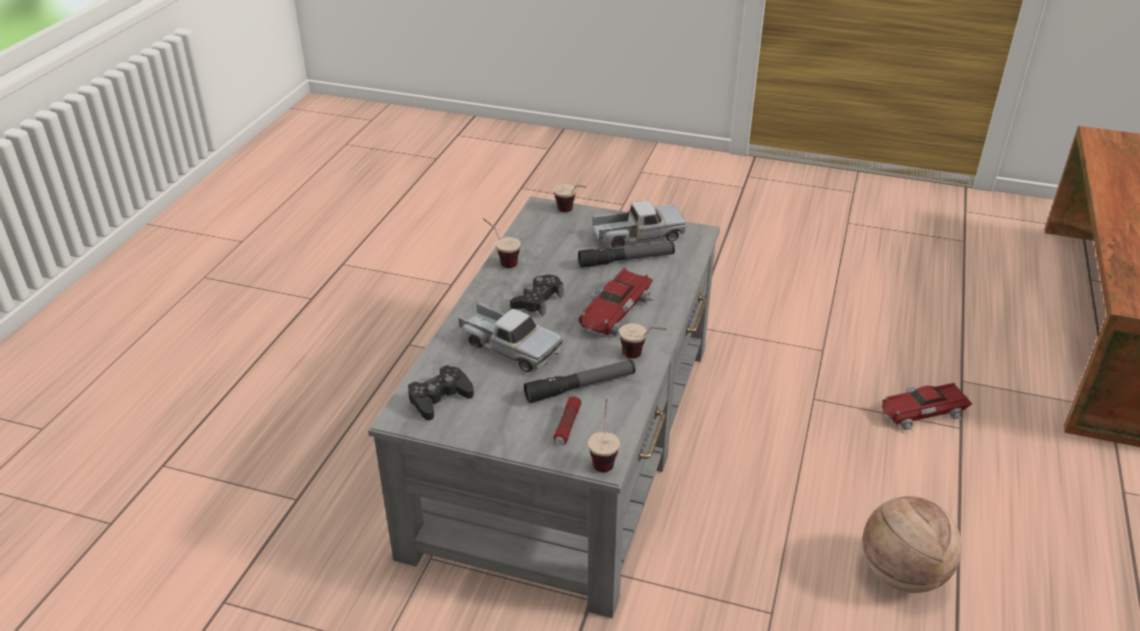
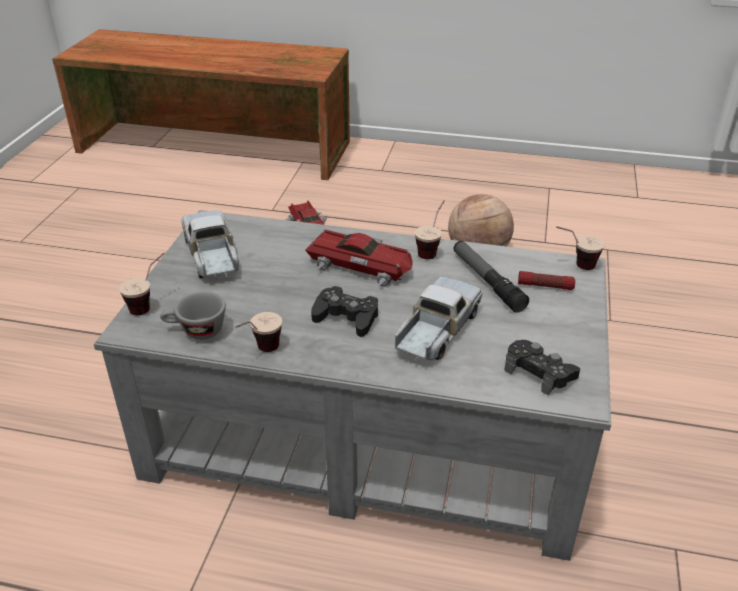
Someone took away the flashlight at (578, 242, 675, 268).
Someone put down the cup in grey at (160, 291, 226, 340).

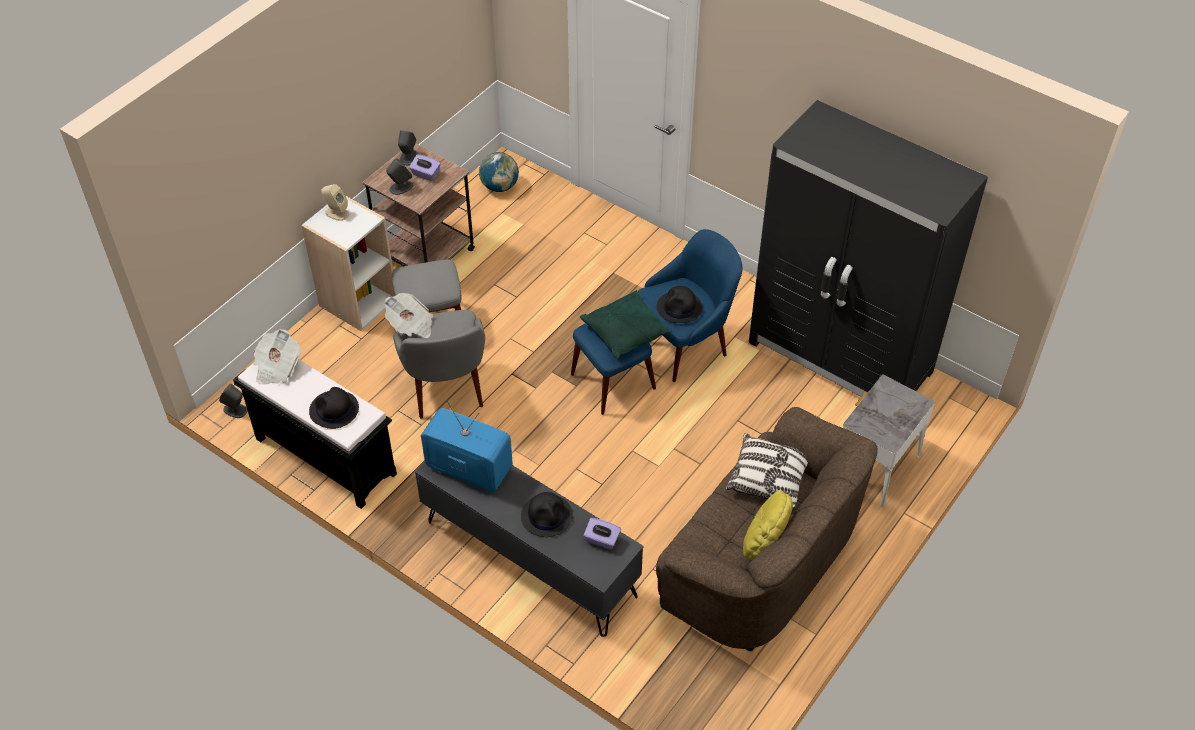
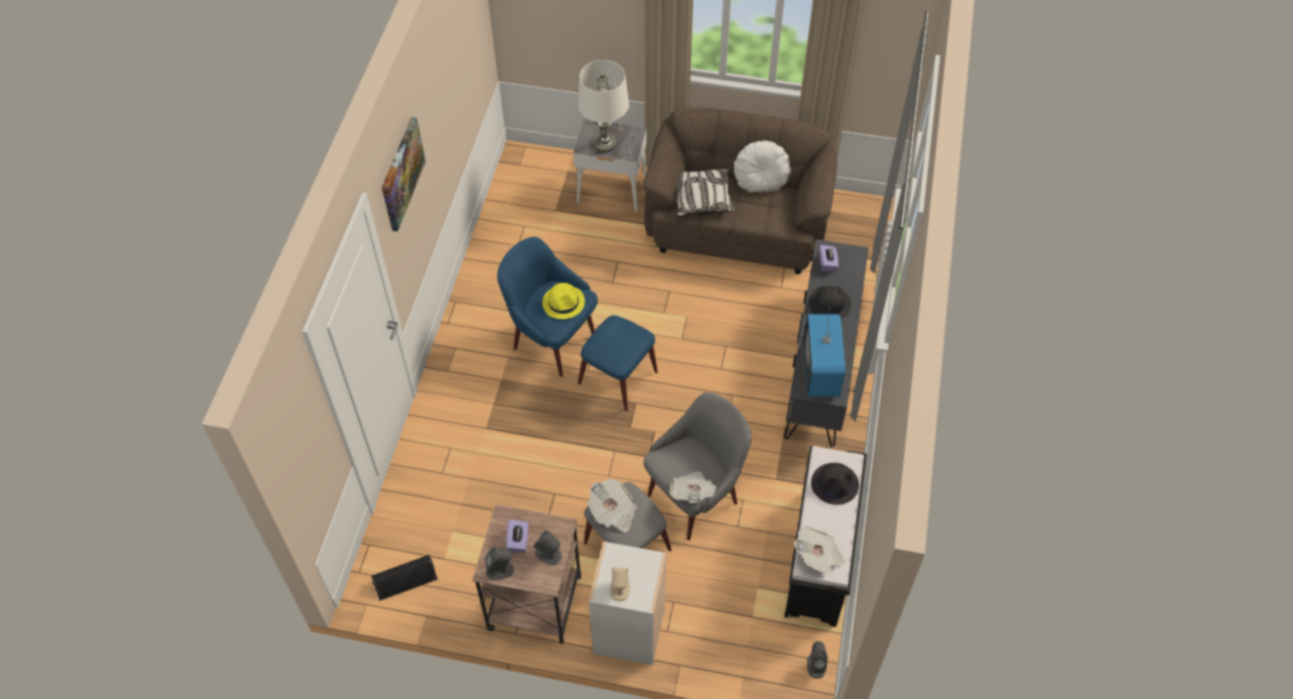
Someone took away the cabinet in black at (749, 100, 988, 396).
Someone swapped the globe at (479, 152, 519, 192) for the speaker in black at (371, 555, 438, 601).
Someone repainted the hat in black at (657, 286, 702, 323), which became the hat in yellow at (542, 283, 585, 319).
Someone took away the pillow in green at (580, 290, 672, 359).
Someone repainted the pillow in yellow at (743, 490, 793, 560), which became the pillow in white at (734, 141, 791, 193).
Someone put down the table lamp in white at (578, 60, 629, 153).
Someone put up the picture at (382, 117, 426, 232).
Someone put down the newspaper at (588, 479, 638, 532).

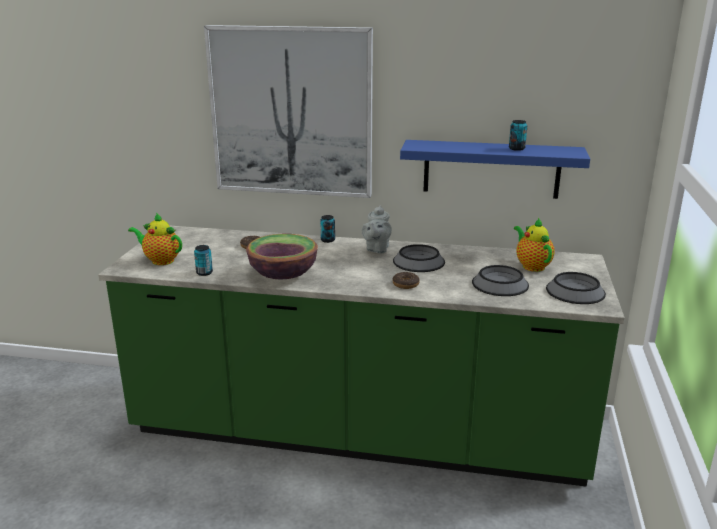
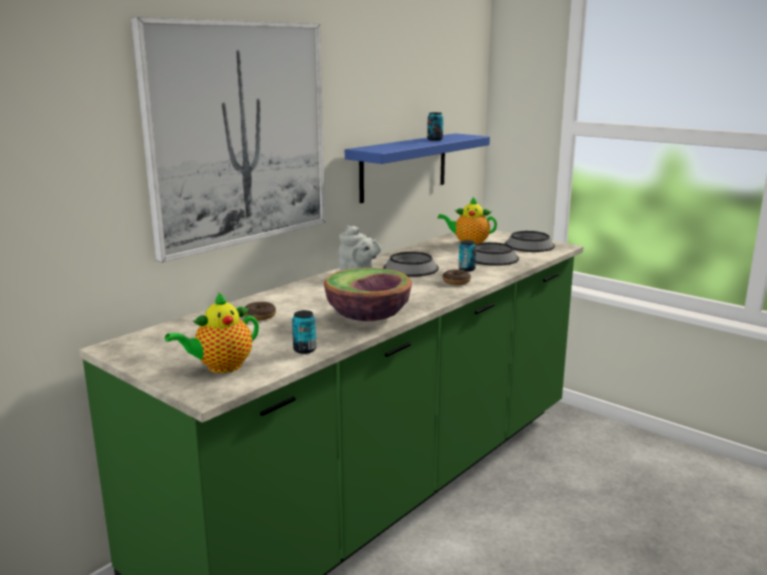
Someone carried the can from (320, 215, 335, 243) to (459, 240, 476, 272).

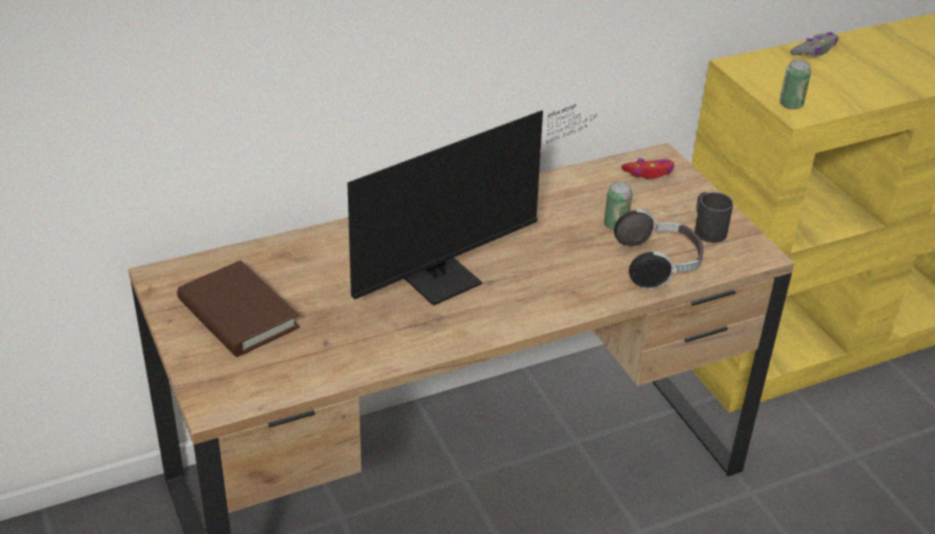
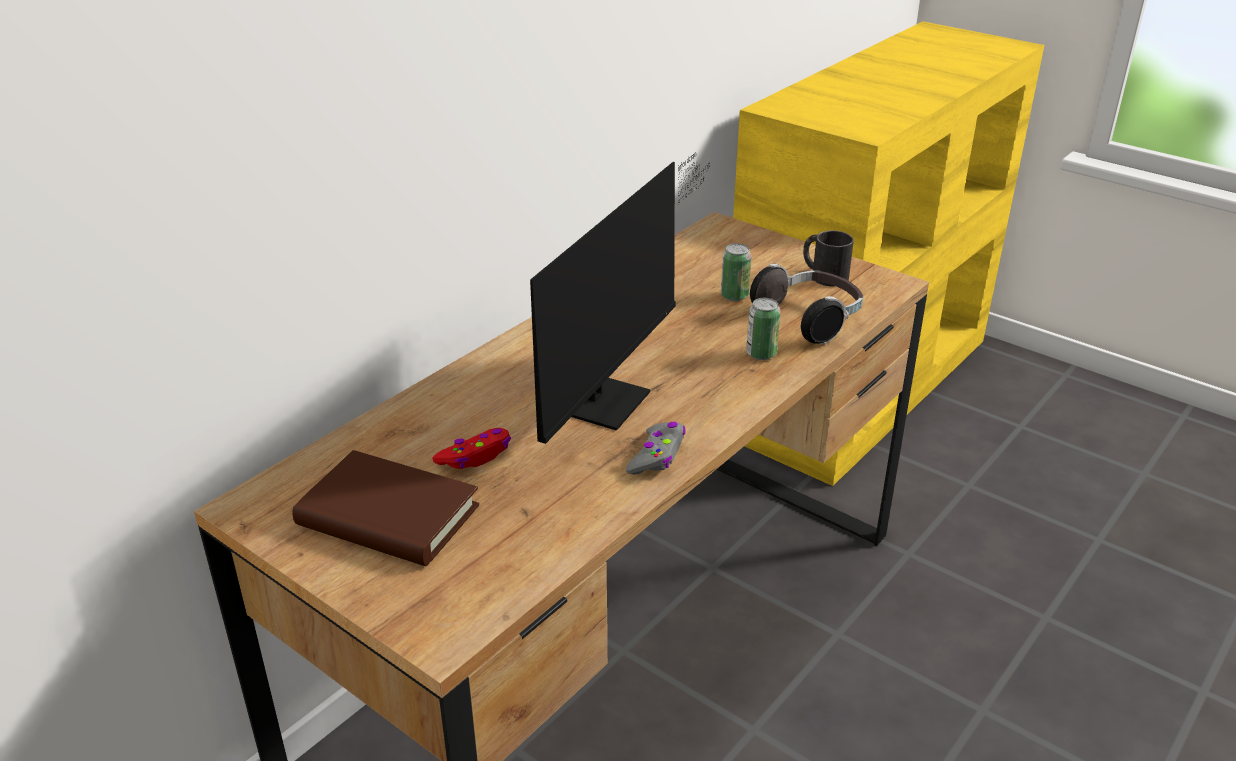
Someone carried the game controller in grey from (790, 32, 838, 56) to (626, 422, 685, 475).
Someone carried the can from (780, 60, 811, 109) to (746, 298, 781, 360).
Someone carried the game controller in red from (621, 158, 674, 179) to (432, 428, 511, 469).

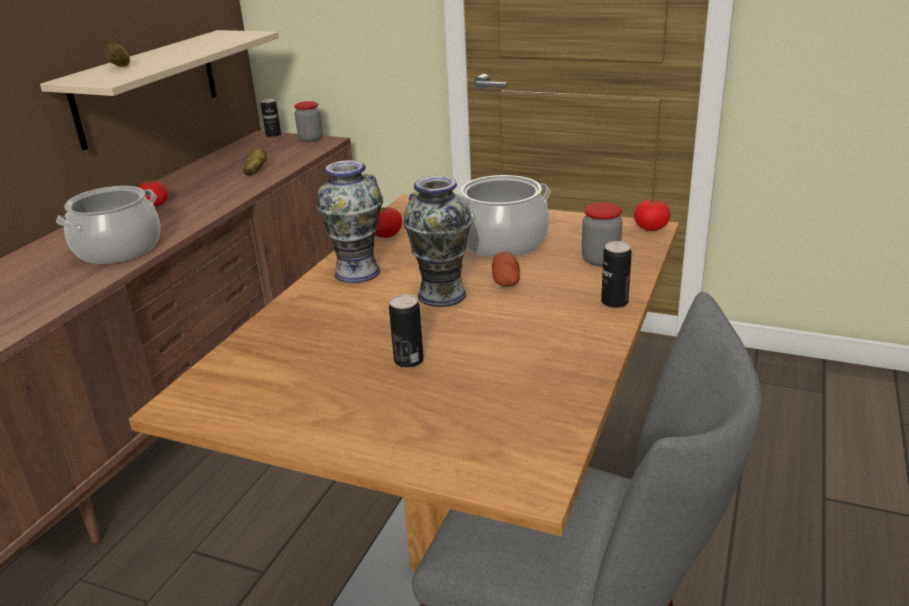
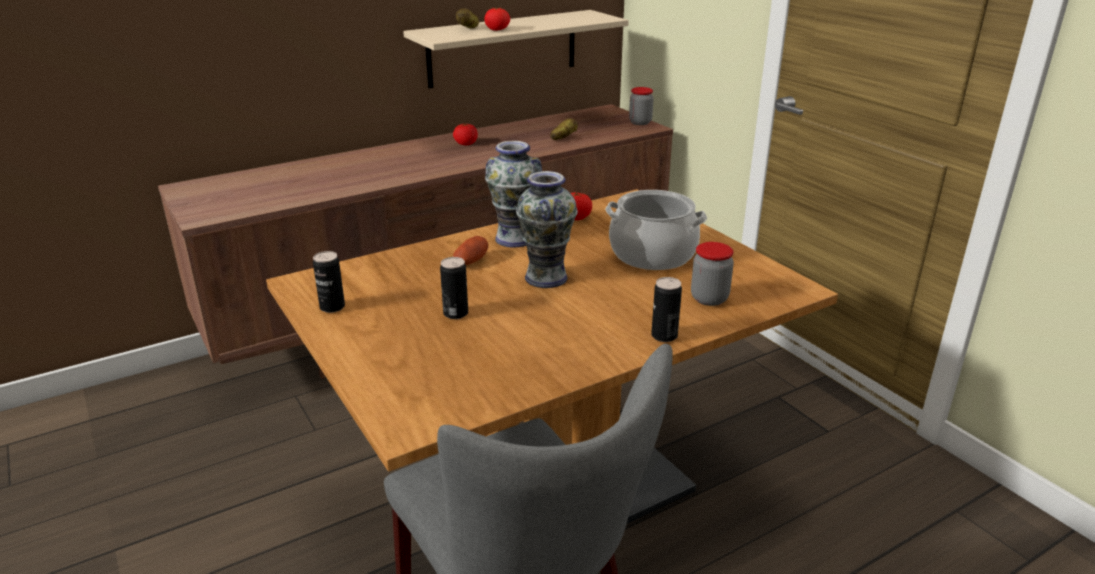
Someone carried the can from (261, 99, 281, 138) to (313, 251, 345, 313).
Someone took away the cooking pot at (56, 186, 160, 264).
Someone carried the tomato from (634, 199, 670, 231) to (484, 7, 510, 31).
Someone carried the potato from (492, 252, 520, 287) to (453, 236, 488, 265).

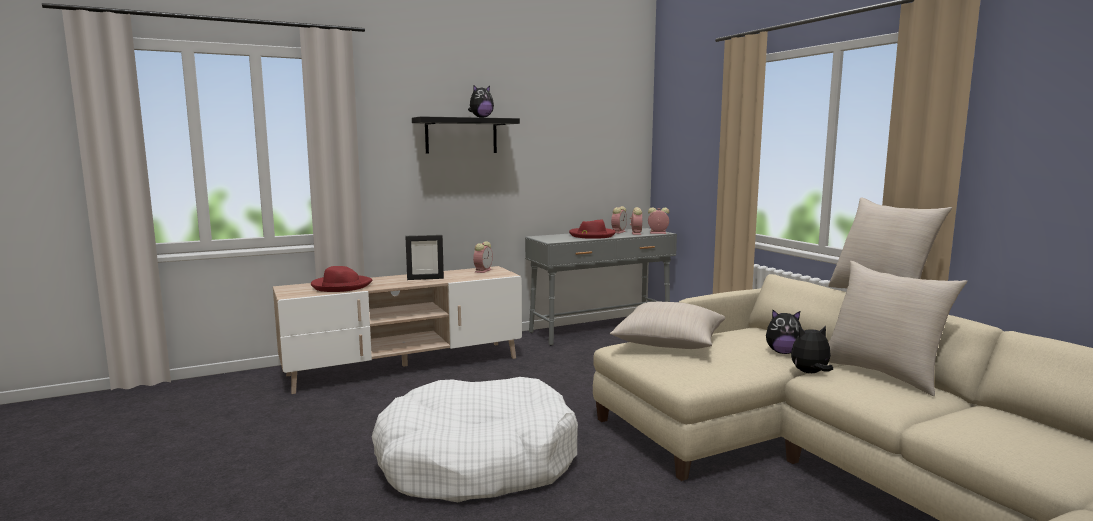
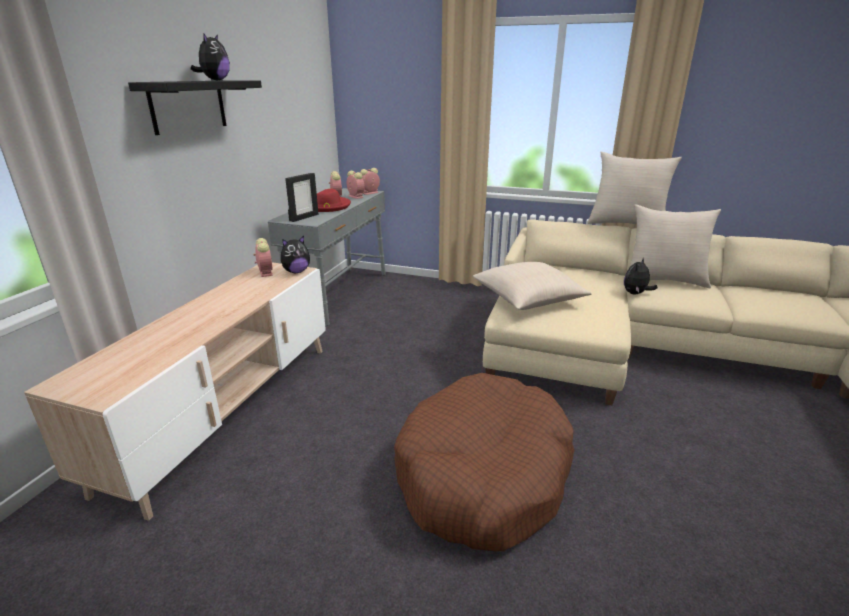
Someone carried the picture frame from (405, 235, 444, 280) to (285, 173, 319, 222).
Someone took away the hat in red at (311, 266, 372, 292).
Someone carried the plush toy from (766, 310, 802, 354) to (281, 236, 310, 273).
Someone repainted the dog bed in white at (372, 377, 578, 502), which became the dog bed in brown at (394, 373, 574, 551).

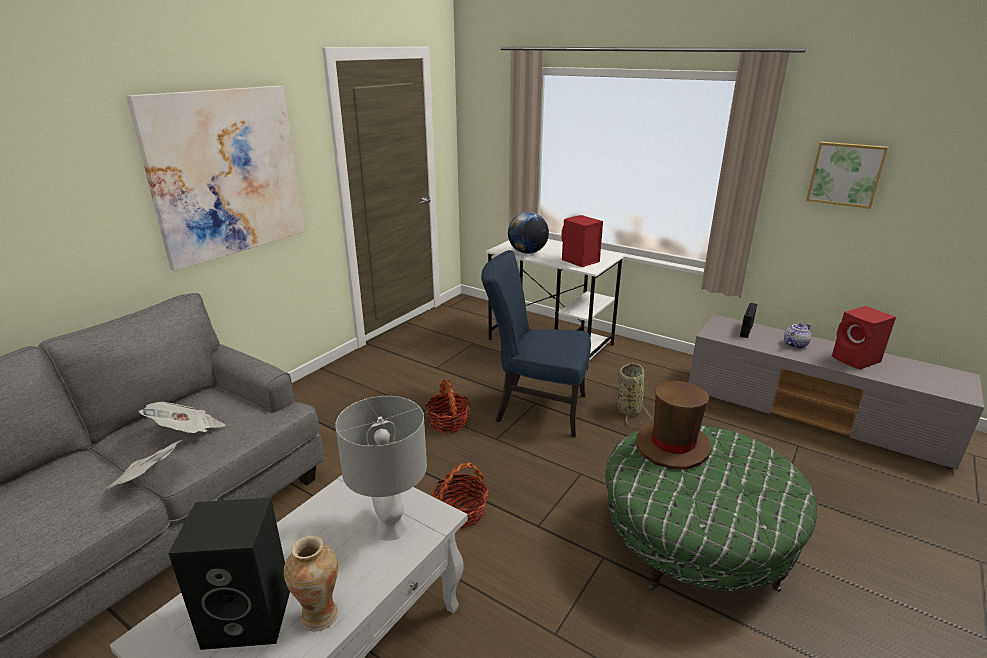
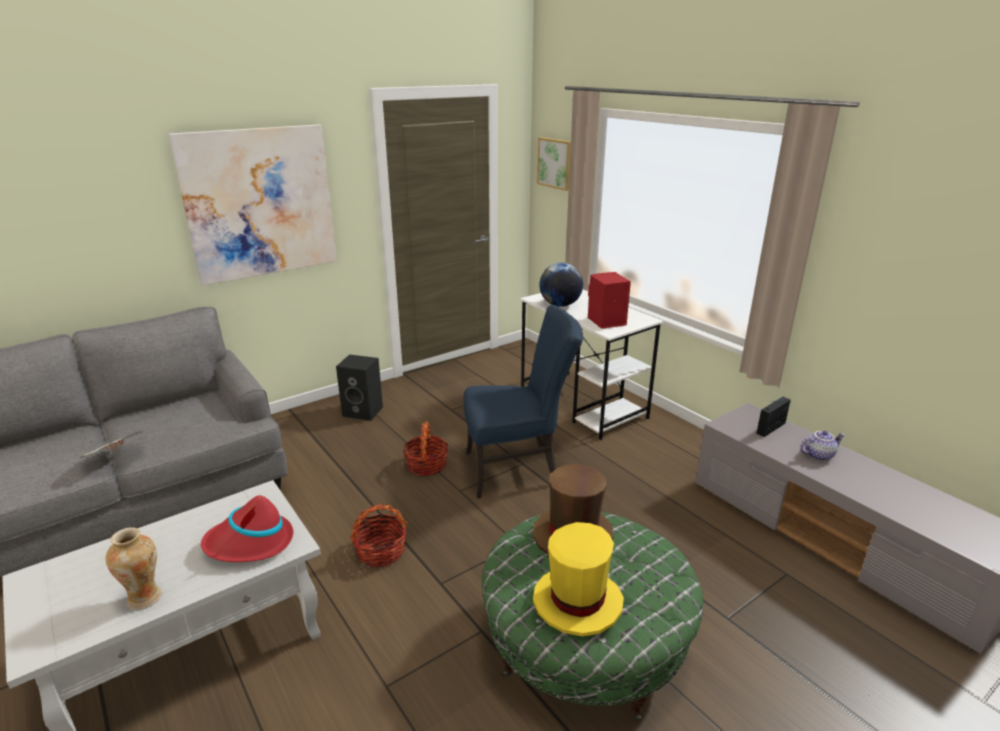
Someone carried the picture from (806, 142, 888, 209) to (537, 137, 571, 191).
Someone rotated the chair in blue at (481, 250, 591, 437) by 135 degrees clockwise.
Someone took away the speaker in red at (832, 306, 896, 370).
Someone took away the basket at (617, 363, 652, 425).
Someone swapped the table lamp in grey at (335, 396, 427, 540) for the hat in red at (201, 495, 294, 562).
Someone took away the newspaper at (139, 402, 226, 433).
Someone carried the speaker in black from (168, 498, 290, 650) to (336, 354, 383, 421).
Someone put down the hat in yellow at (533, 522, 624, 636).

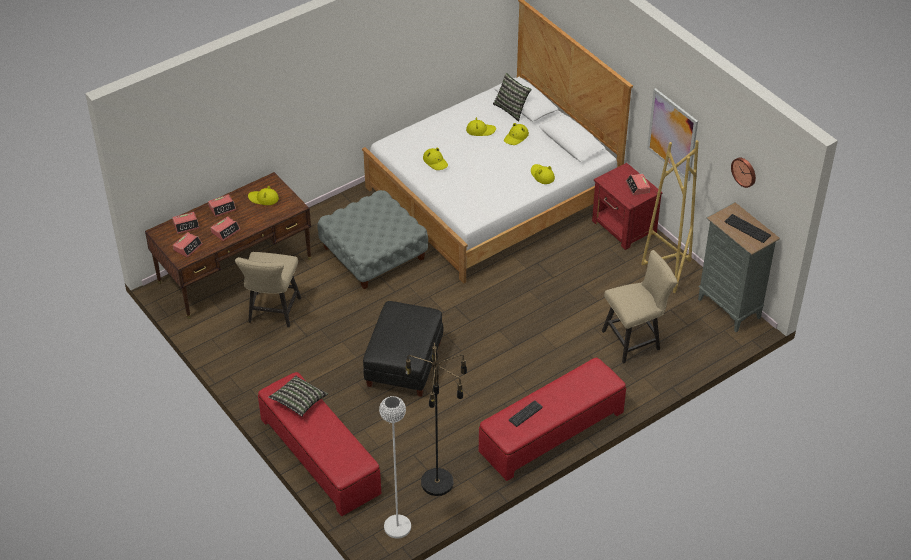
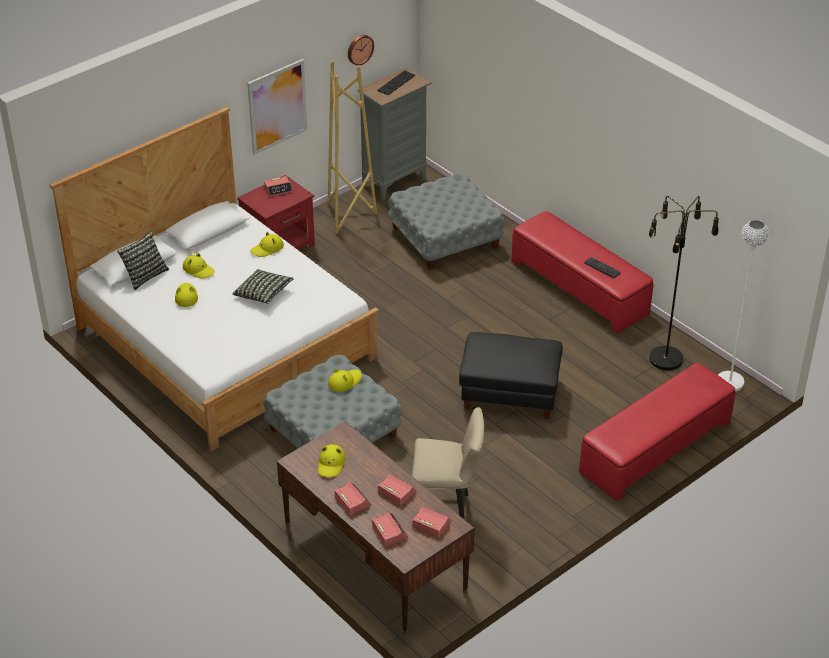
Someone carried the hat in yellow from (423, 148, 448, 170) to (328, 369, 362, 392).
Someone swapped the chair in beige at (602, 250, 678, 364) for the ottoman in grey at (388, 173, 505, 270).
Someone carried the pillow from (268, 375, 328, 417) to (233, 269, 294, 304).

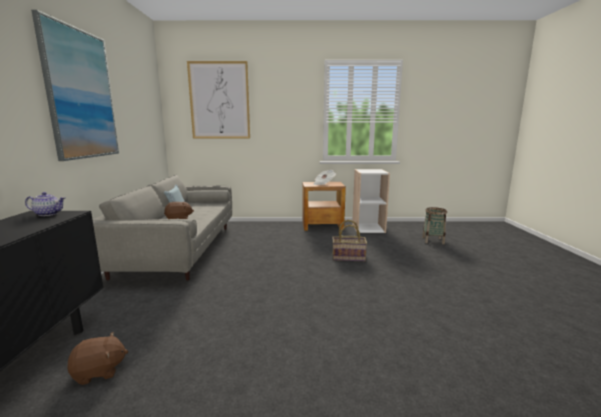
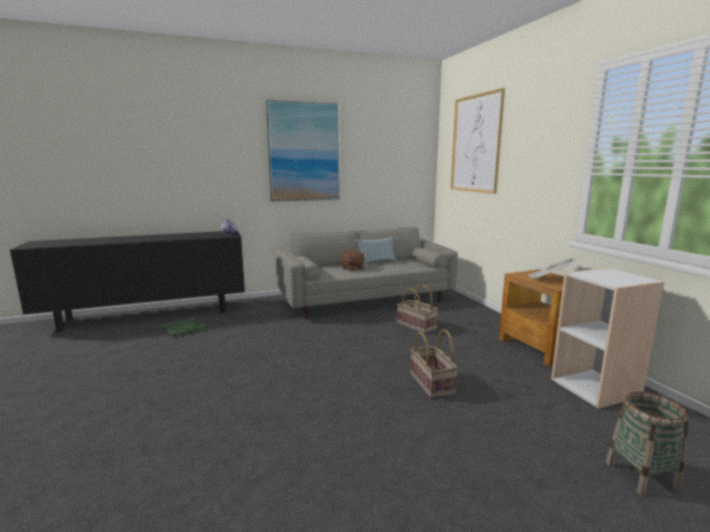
Someone swapped the plush toy in brown at (67, 332, 128, 385) for the tray in green at (161, 317, 207, 337).
Someone put down the basket at (397, 284, 438, 334).

